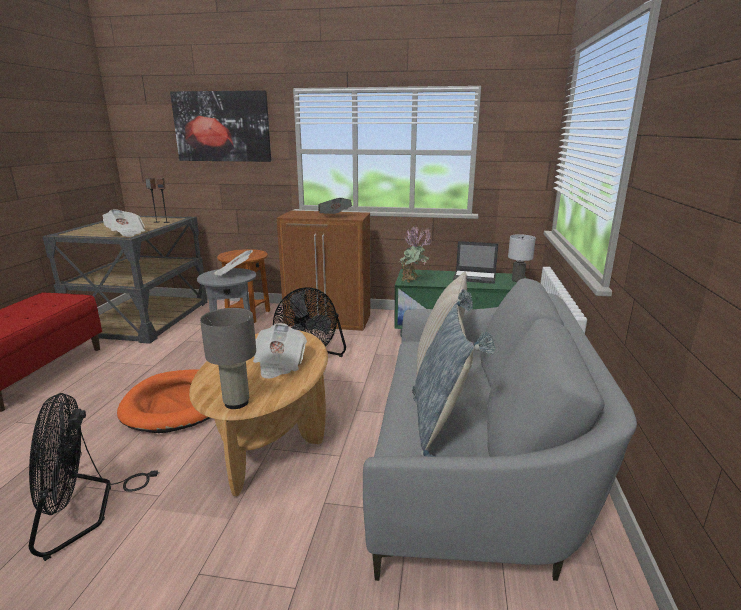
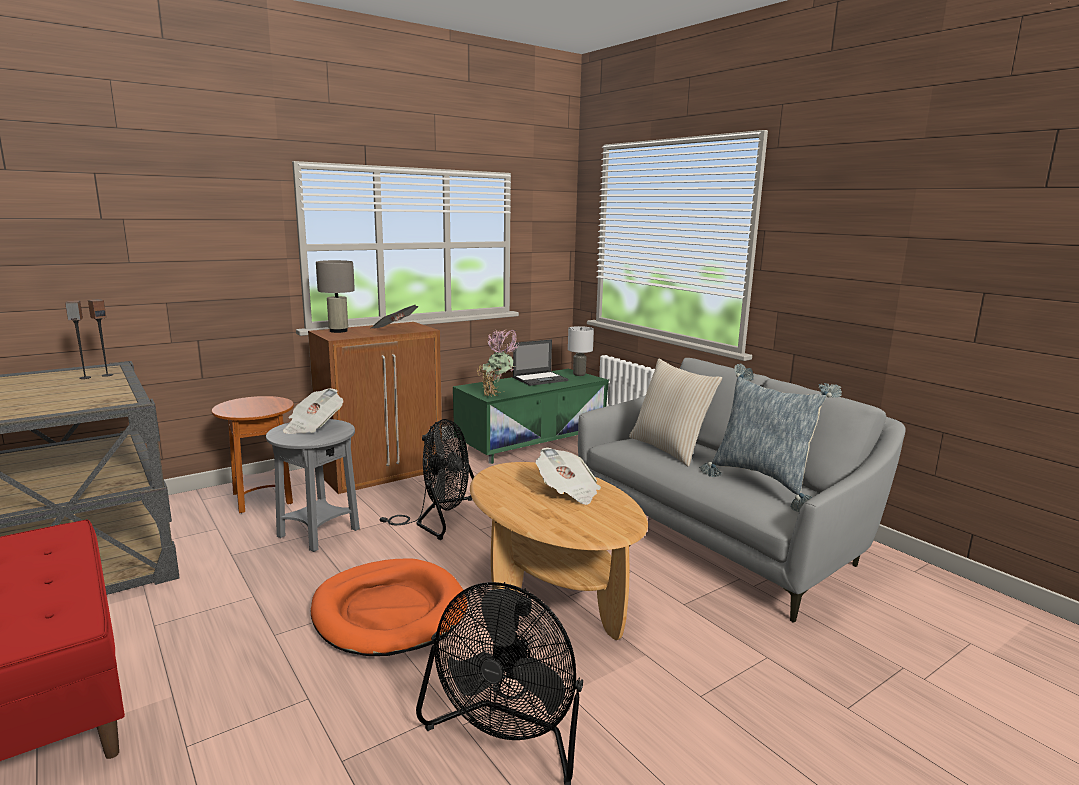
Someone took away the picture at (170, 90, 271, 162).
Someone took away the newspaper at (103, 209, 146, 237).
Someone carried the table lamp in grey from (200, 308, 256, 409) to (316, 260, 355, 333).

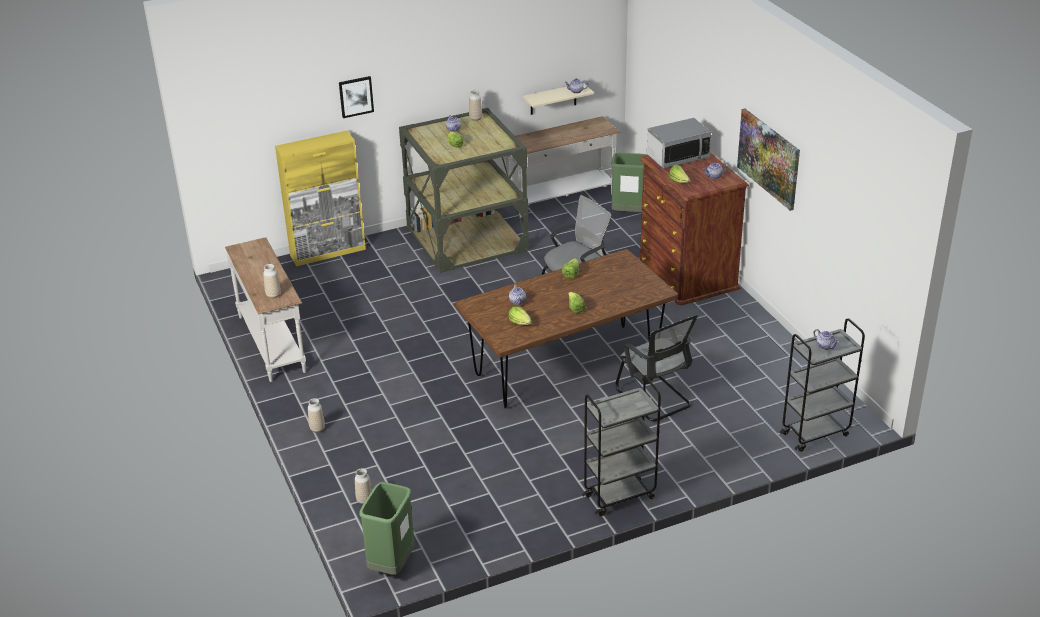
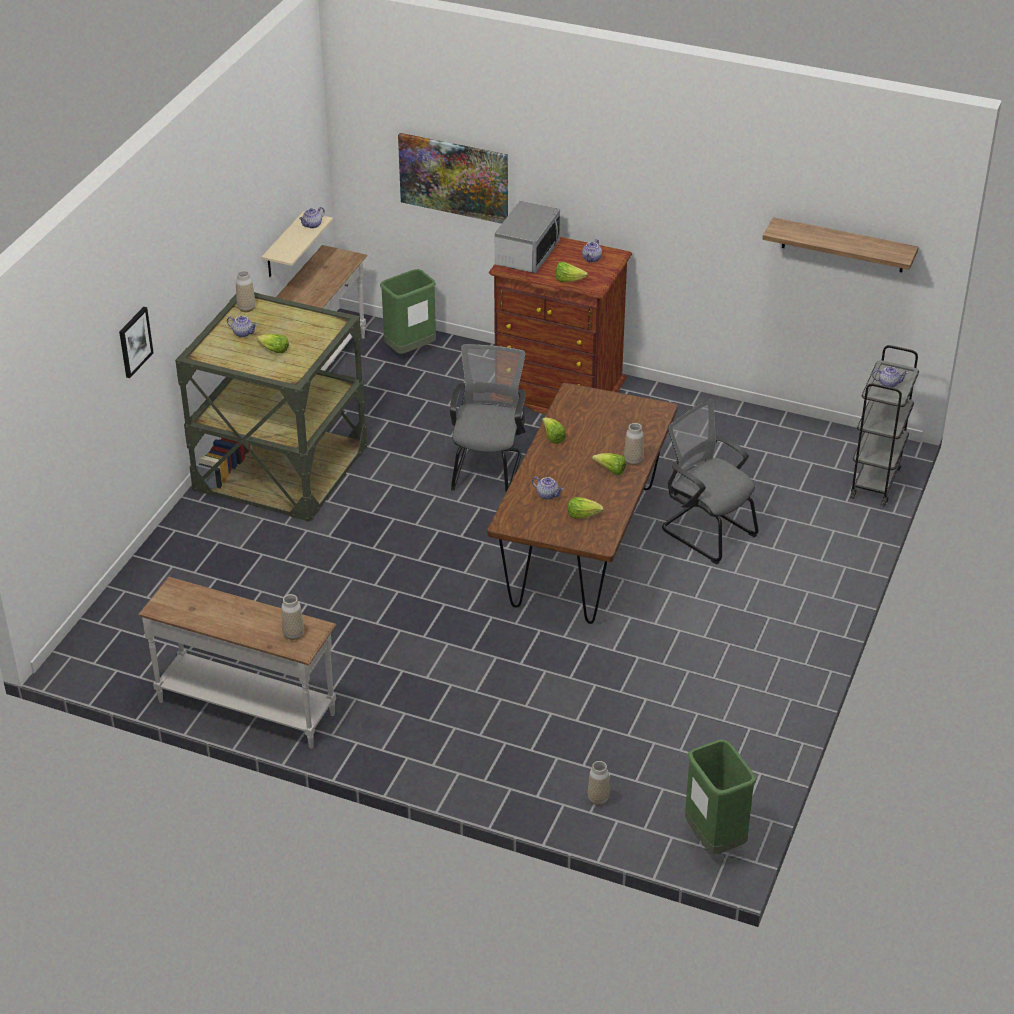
Someone carried the picture from (737, 109, 800, 211) to (398, 133, 508, 224).
Someone took away the cabinet in yellow at (275, 131, 366, 266).
Someone rotated the chair at (616, 315, 698, 421) by 150 degrees counterclockwise.
Someone took away the cart in grey at (582, 377, 661, 516).
Someone carried the vase from (308, 398, 325, 433) to (624, 423, 644, 465).
Someone put up the shelf at (763, 217, 919, 272).

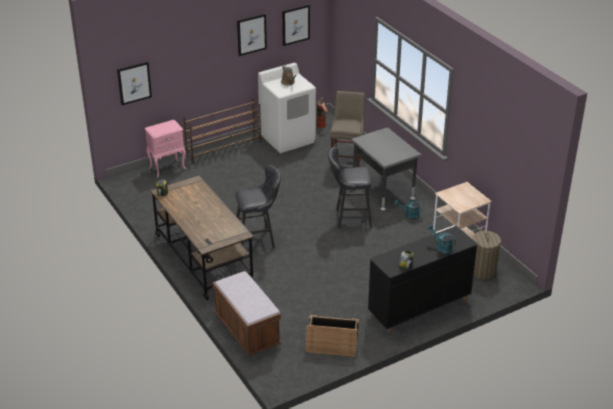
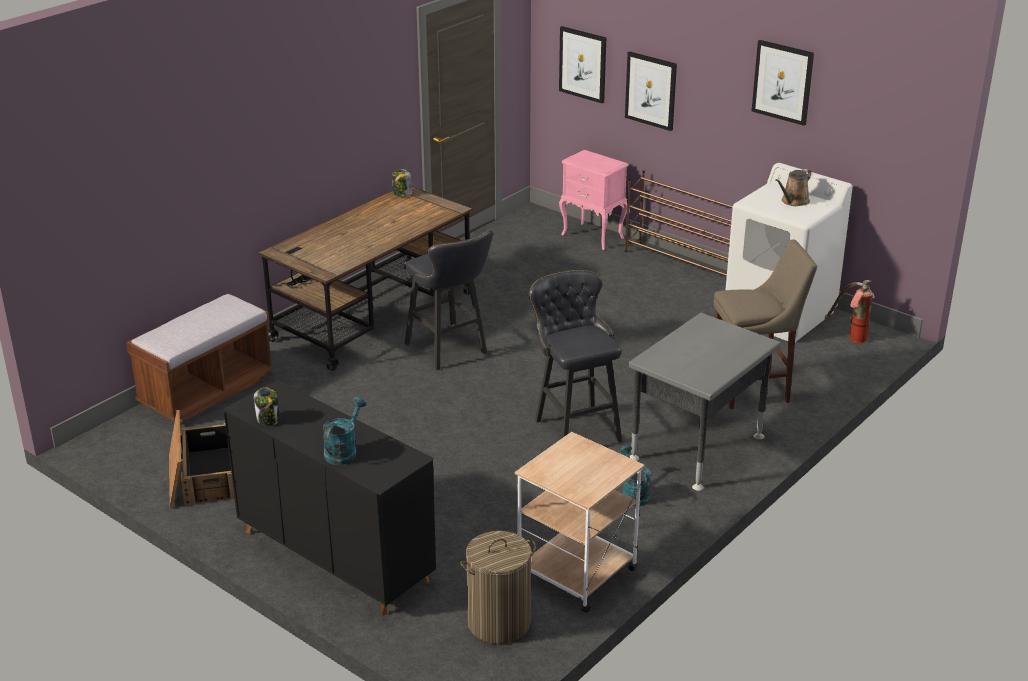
Someone carried the picture from (282, 4, 310, 46) to (625, 51, 677, 131).

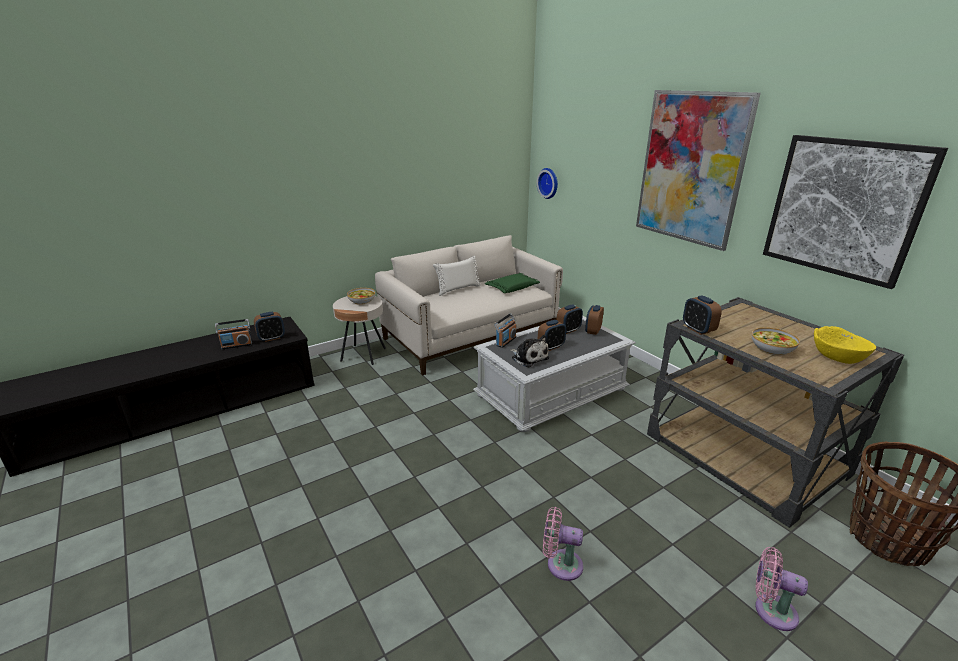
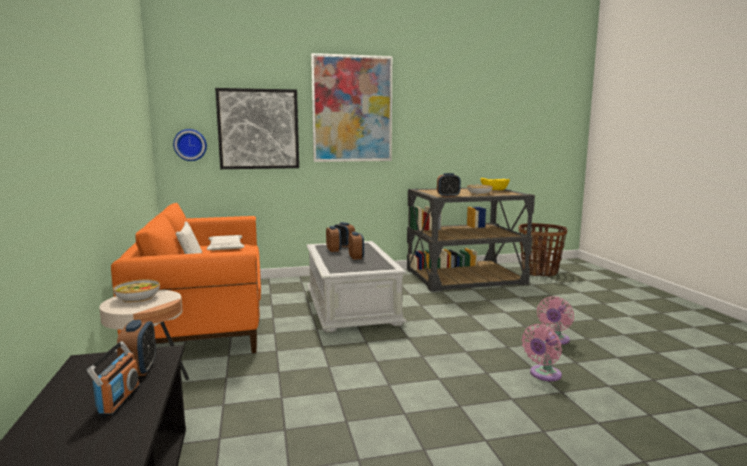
Someone carried the picture from (763, 135, 948, 289) to (215, 88, 299, 169).
Someone repainted the sofa in beige at (375, 235, 563, 375), which became the sofa in orange at (111, 203, 261, 353).
Someone repainted the pillow in green at (485, 273, 540, 293), which became the pillow in white at (207, 235, 244, 250).
Someone took away the radio at (495, 313, 516, 348).
Someone took away the plush toy at (510, 335, 549, 367).
Someone carried the fan in pink from (755, 547, 808, 631) to (522, 324, 562, 381).

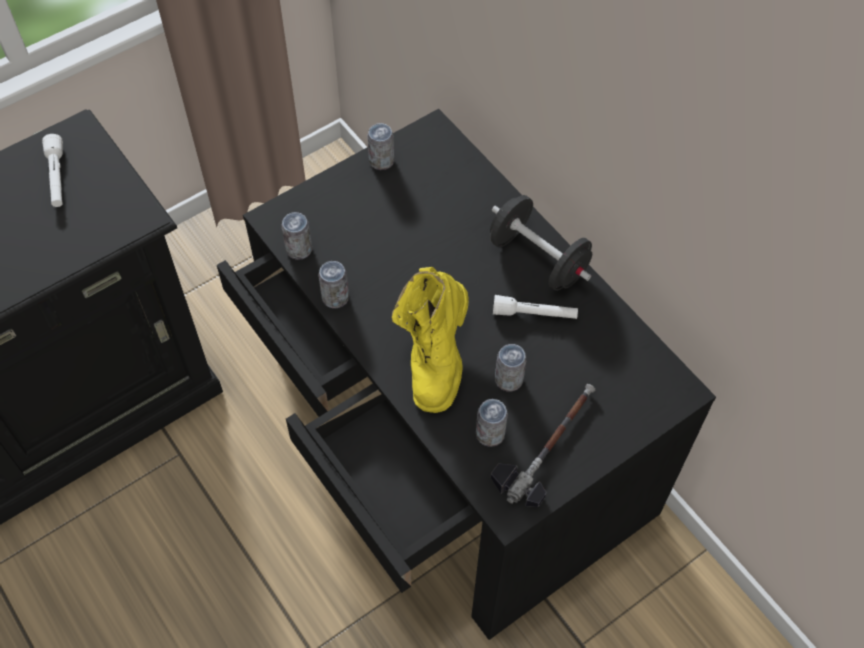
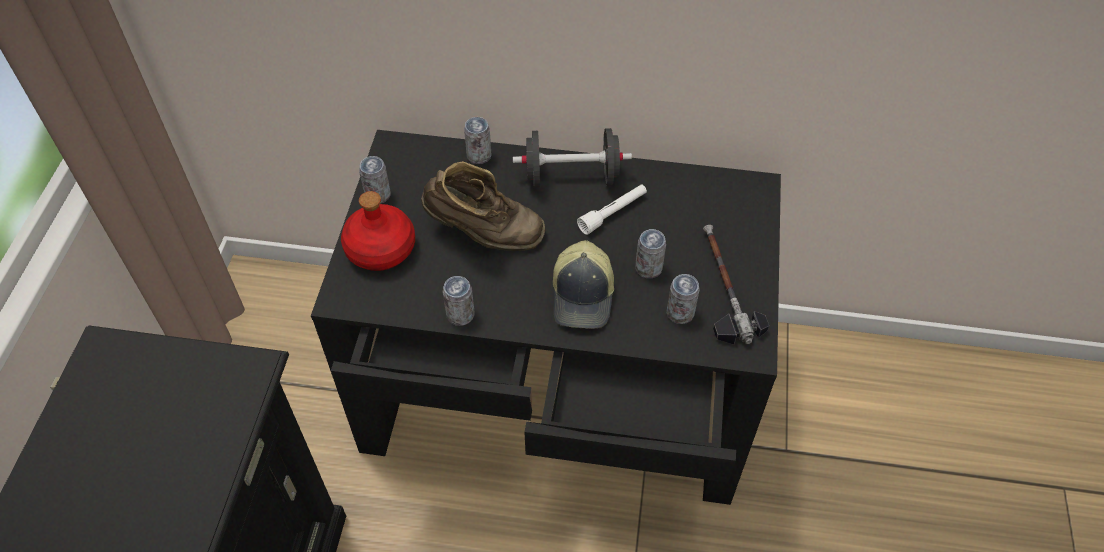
Someone took away the flashlight in white at (42, 134, 63, 207).
Someone carried the can from (282, 212, 312, 260) to (464, 117, 492, 164).
Someone swapped the boot in yellow at (392, 267, 469, 413) for the cap at (553, 240, 614, 329).
Someone put down the boot in brown at (421, 161, 545, 251).
Someone put down the bottle in red at (341, 191, 415, 271).

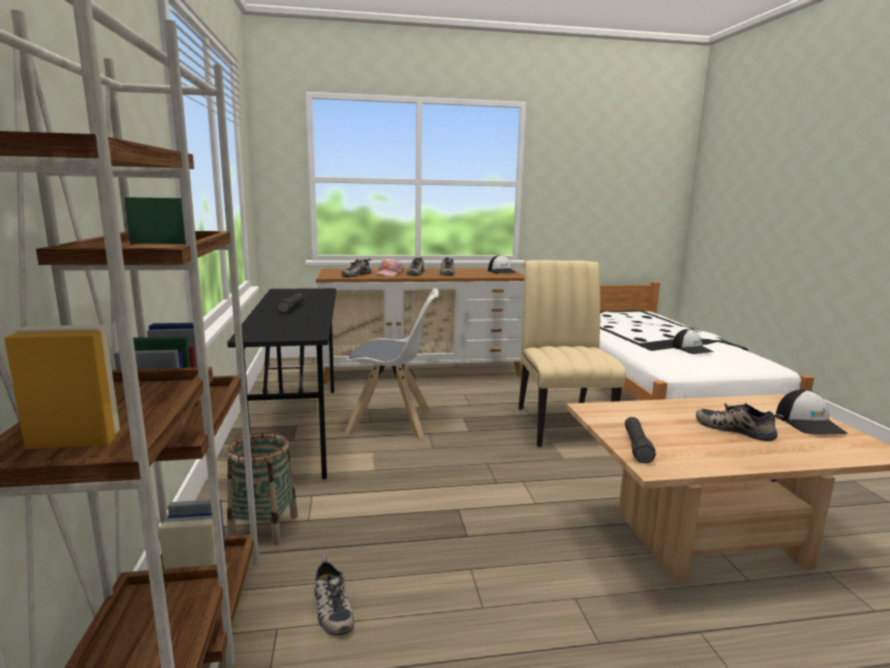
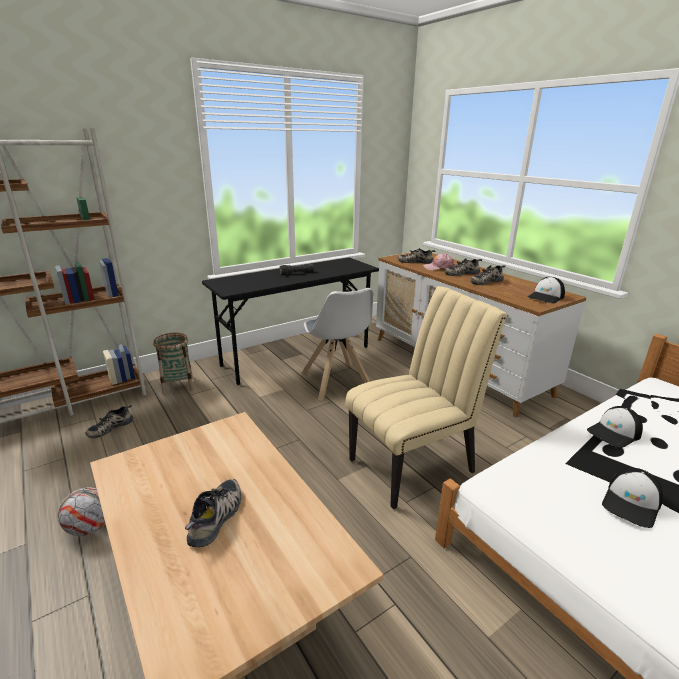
Someone carried the cap from (776, 390, 847, 435) to (587, 406, 643, 448).
Someone took away the flashlight in black at (625, 417, 656, 463).
Someone put down the football at (58, 487, 105, 536).

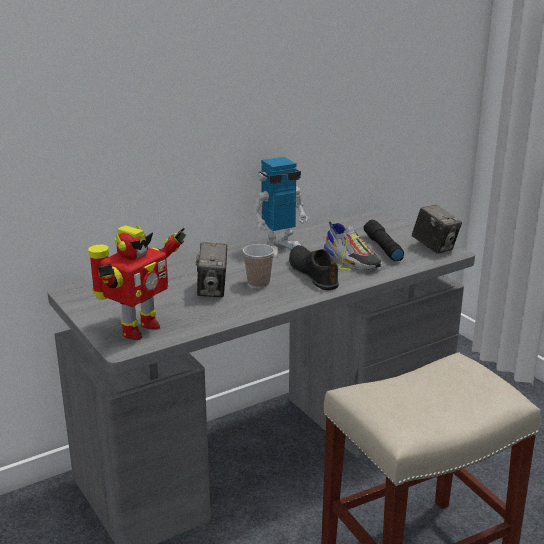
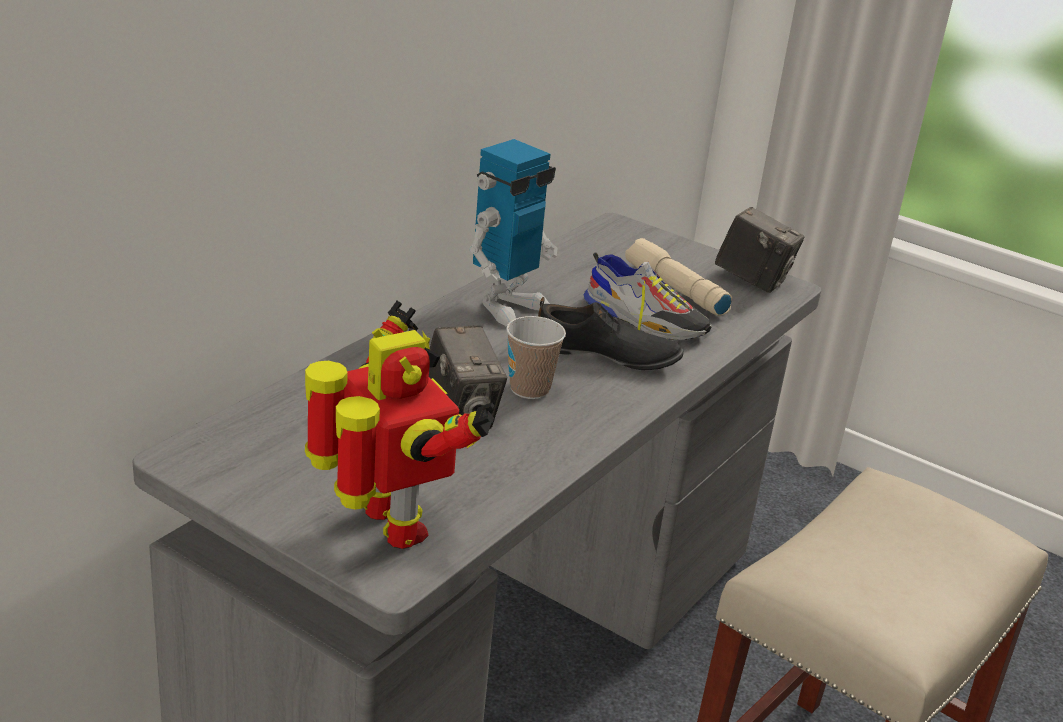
Someone repainted the flashlight in black at (363, 220, 404, 261), which became the flashlight in beige at (625, 238, 733, 316).
Someone rotated the toy robot at (88, 225, 186, 340) by 45 degrees counterclockwise.
Someone rotated the shoe in black at (289, 245, 339, 290) by 150 degrees clockwise.

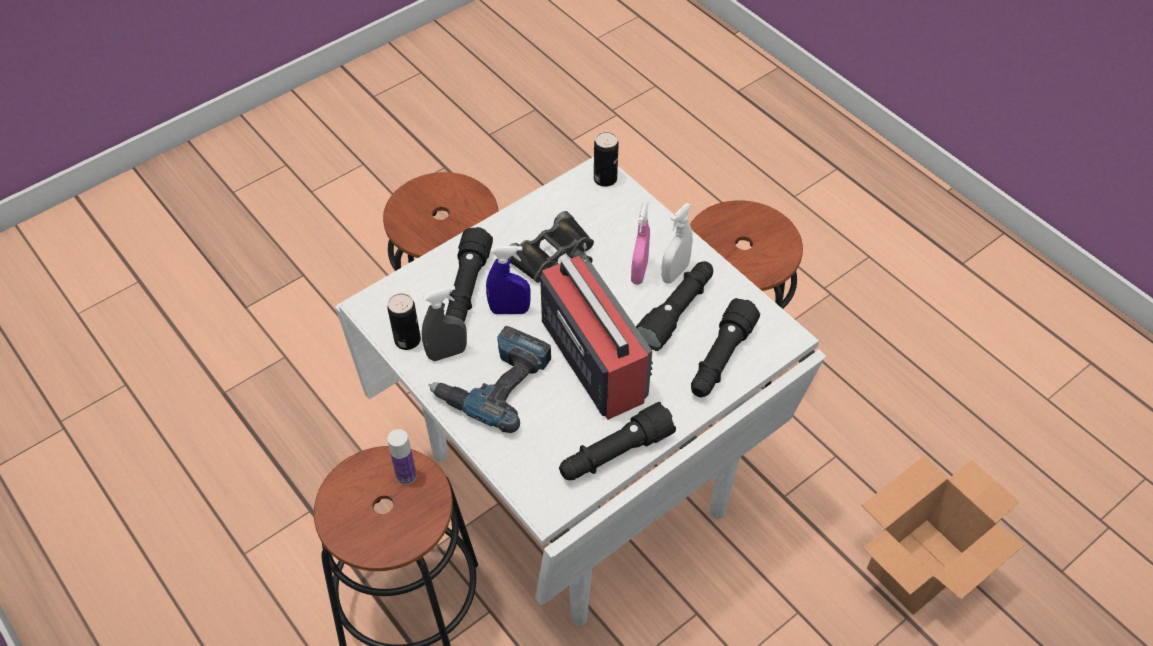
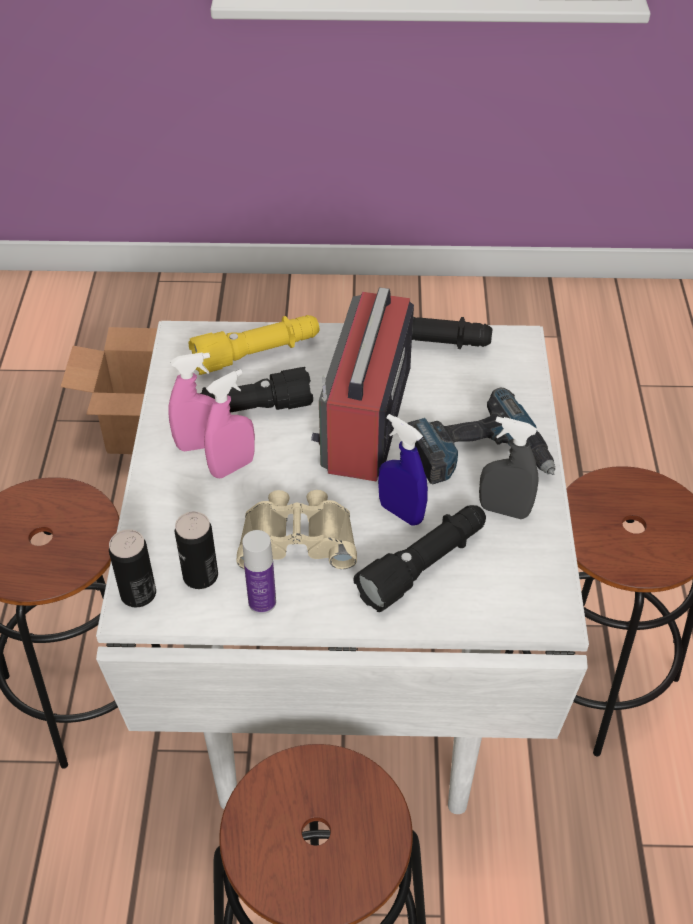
Someone repainted the spray bottle in white at (661, 203, 693, 284), which became the spray bottle in pink at (168, 352, 215, 451).
Someone repainted the binoculars in black at (508, 211, 594, 283), which became the binoculars in beige at (236, 490, 357, 569).
Someone carried the can from (387, 293, 421, 350) to (175, 512, 218, 589).
Someone repainted the flashlight in black at (691, 298, 760, 397), which became the flashlight in yellow at (188, 315, 320, 375).
Someone carried the bottle from (388, 429, 417, 485) to (242, 530, 276, 614).

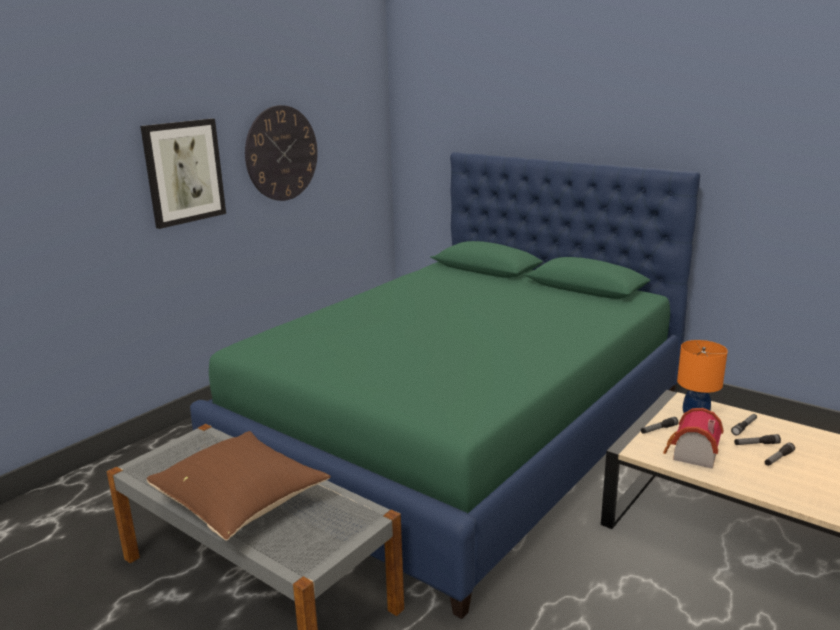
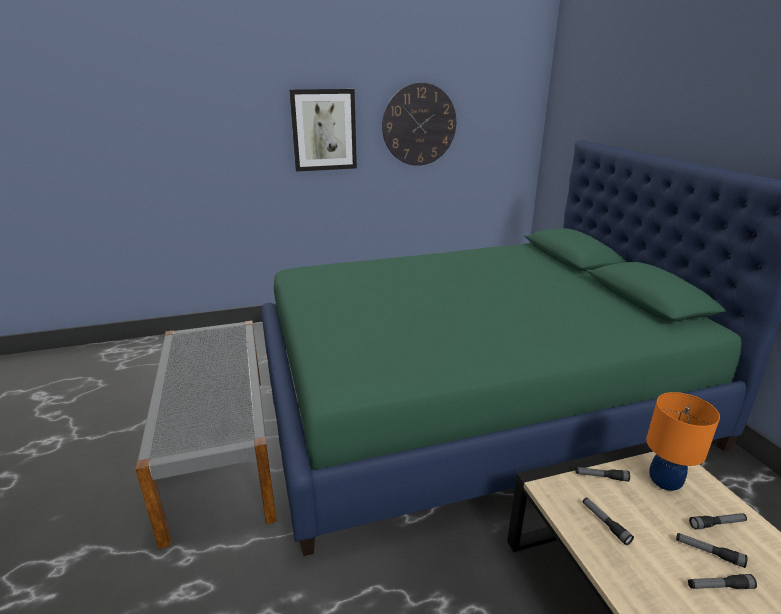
Someone swapped the toy house at (663, 408, 724, 469) for the flashlight at (583, 497, 634, 545).
Someone took away the pillow in brown at (147, 431, 331, 541).

